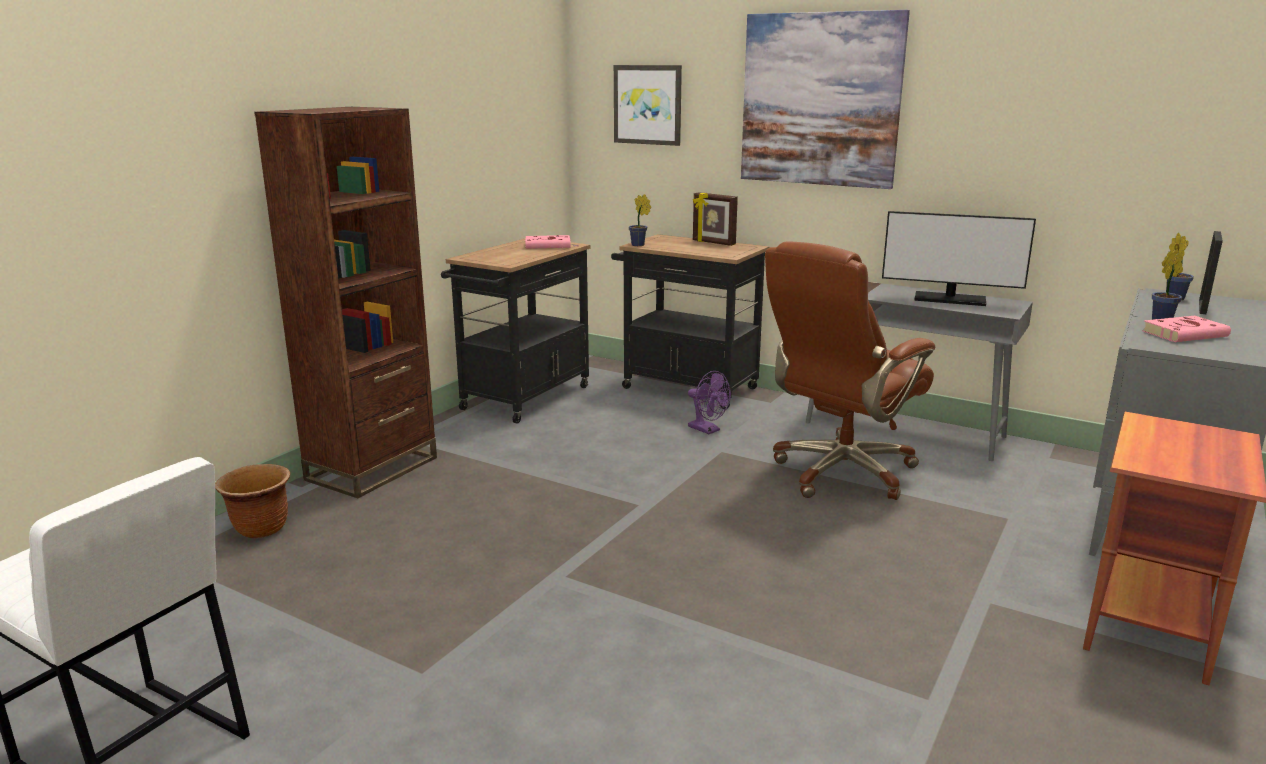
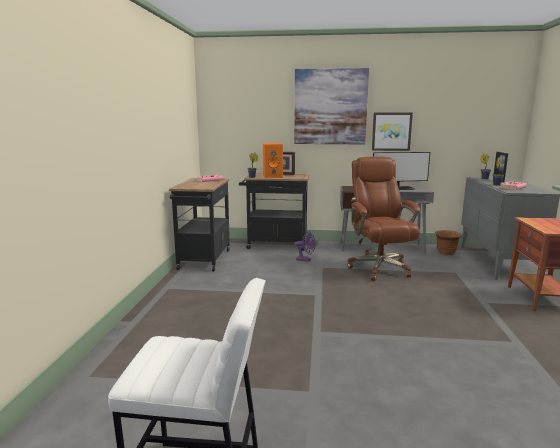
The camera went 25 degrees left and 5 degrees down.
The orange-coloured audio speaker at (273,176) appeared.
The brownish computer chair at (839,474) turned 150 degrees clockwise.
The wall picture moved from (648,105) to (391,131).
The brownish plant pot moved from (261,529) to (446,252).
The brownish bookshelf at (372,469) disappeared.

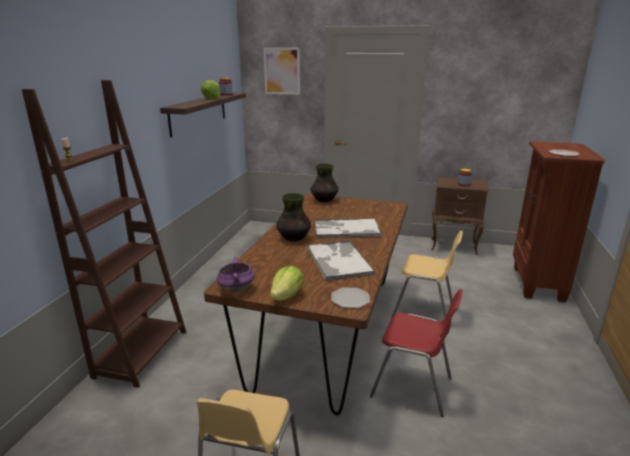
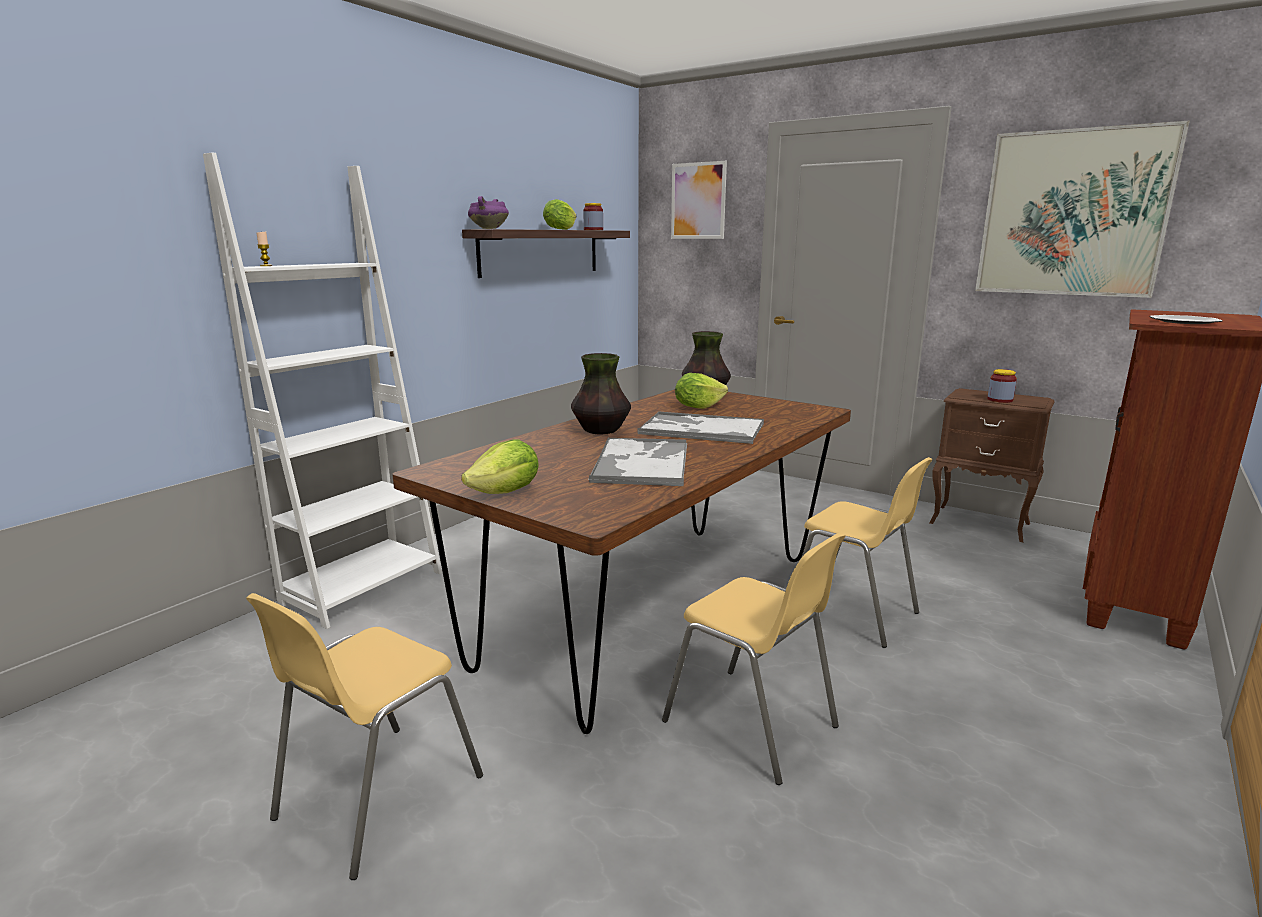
The camera went 20 degrees right and 5 degrees down.
The brownish bookshelf at (141,353) became the white-coloured bookshelf at (362,588).
The purplish cooking pot moved from (236,289) to (489,229).
The red-coloured upright chair at (412,387) became the yellow upright chair at (751,724).
The lettuce at (698,407) appeared.
The wall picture at (1073,213) appeared.
The plate at (350,299) disappeared.

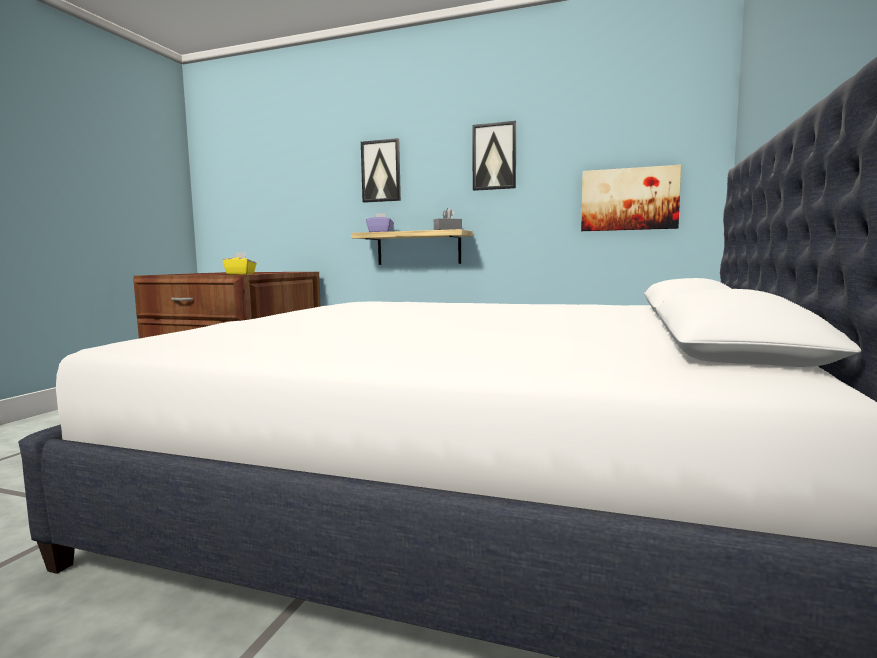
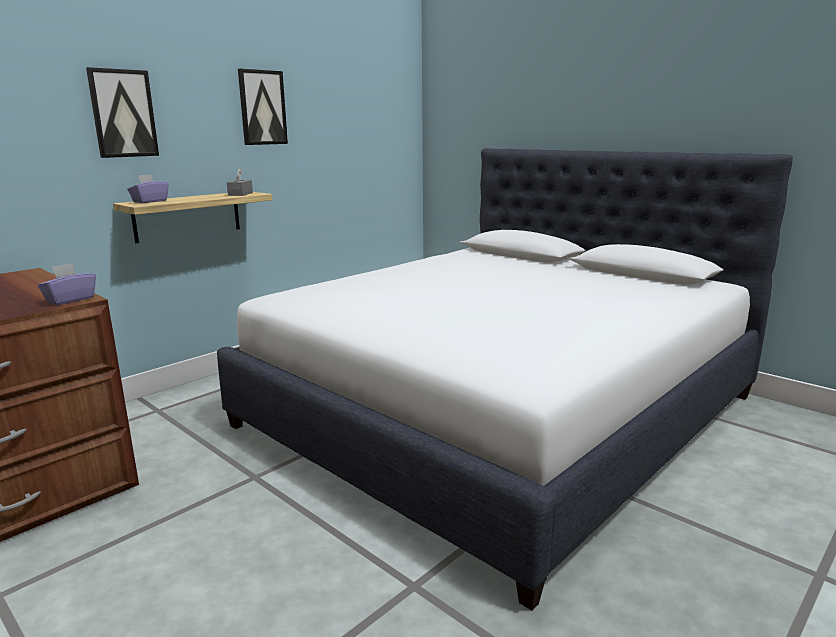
The camera went 65 degrees left and 10 degrees up.
The yellow box of tissues at (240,274) became the purplish box of tissues at (70,300).
The wall picture at (629,199) disappeared.

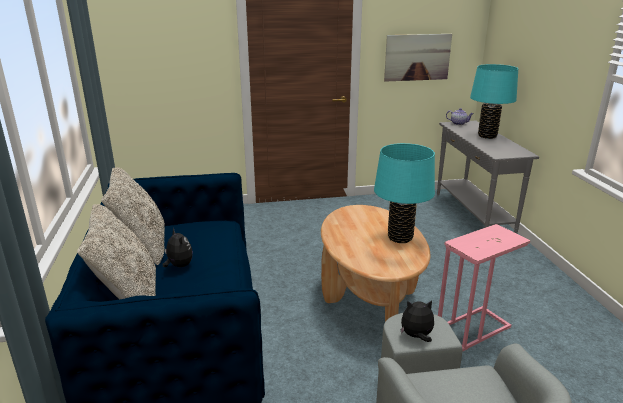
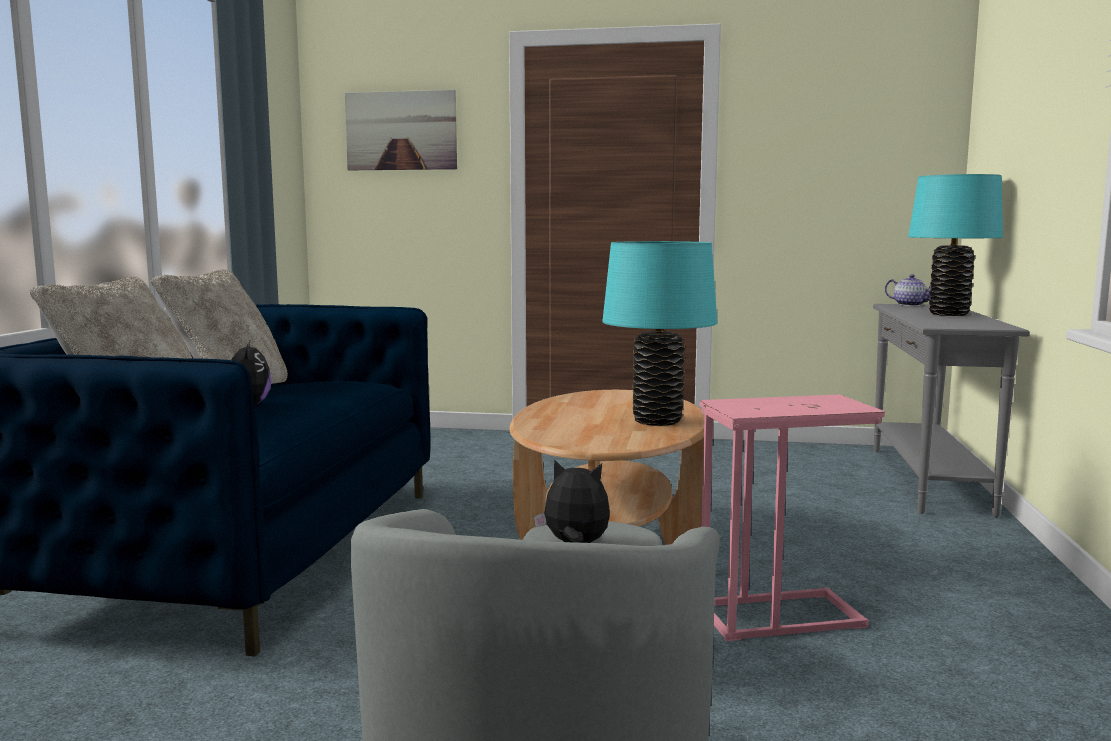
The camera went 20 degrees right and 15 degrees down.
The wall picture moved from (417,57) to (401,131).

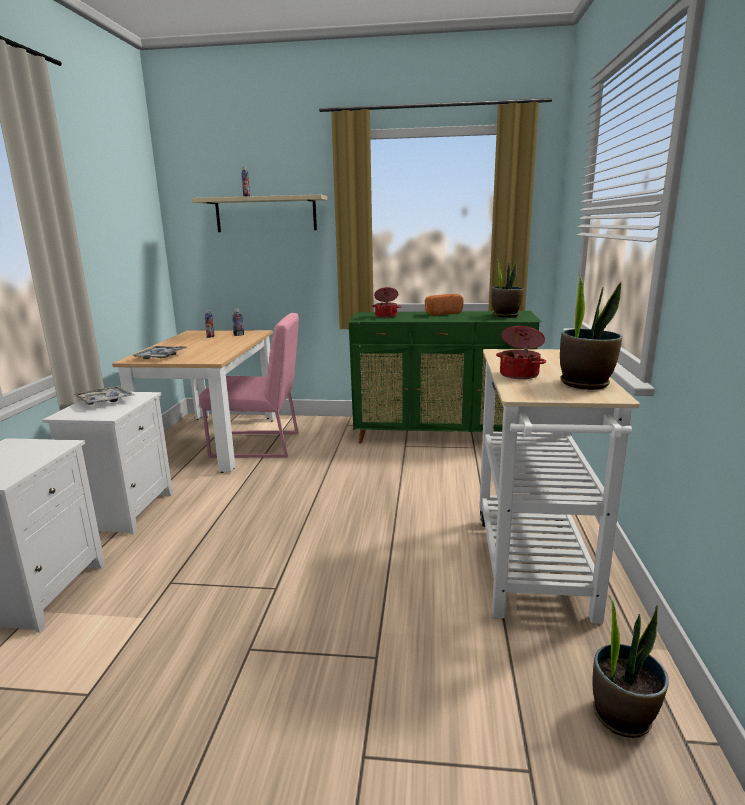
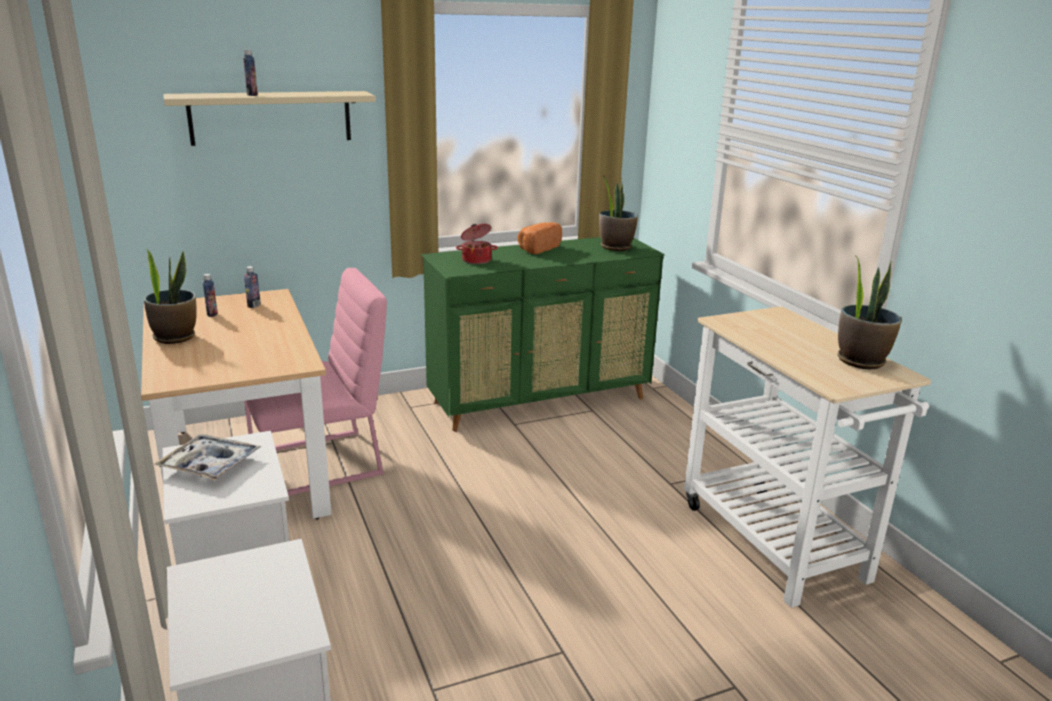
The camera went 30 degrees left and 5 degrees up.
The plant in a pot moved from (622,715) to (175,337).
The tray at (160,357) disappeared.
The cooking pot at (520,374) disappeared.

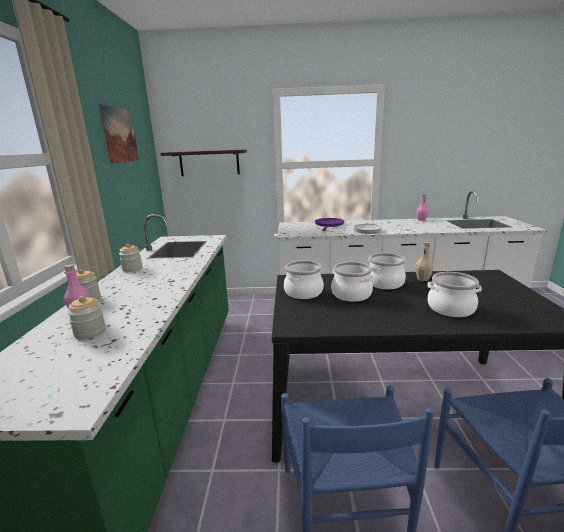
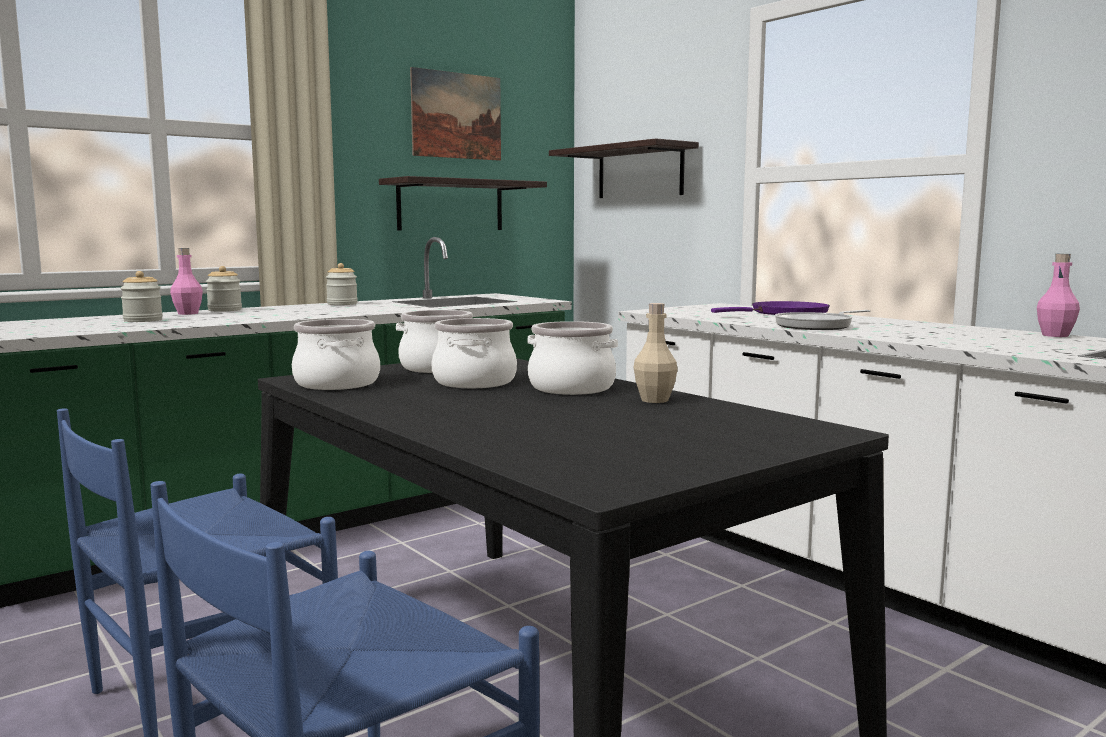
The camera went 50 degrees right and 10 degrees down.
The cooking pot moved from (450,309) to (336,383).
The shelf at (450,205) appeared.

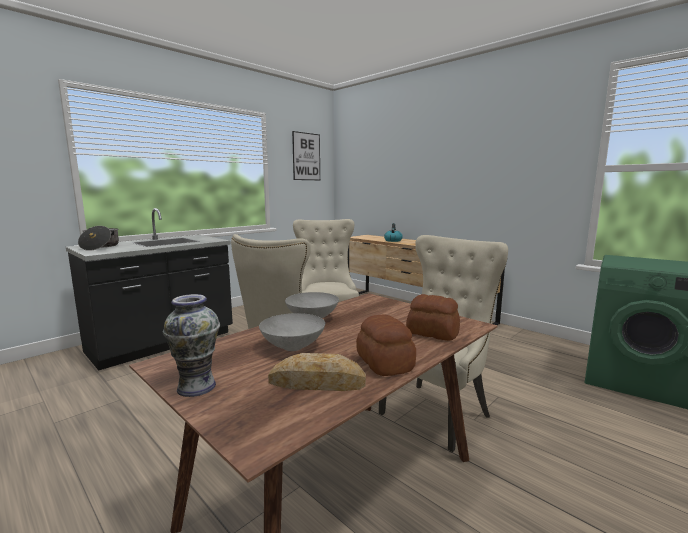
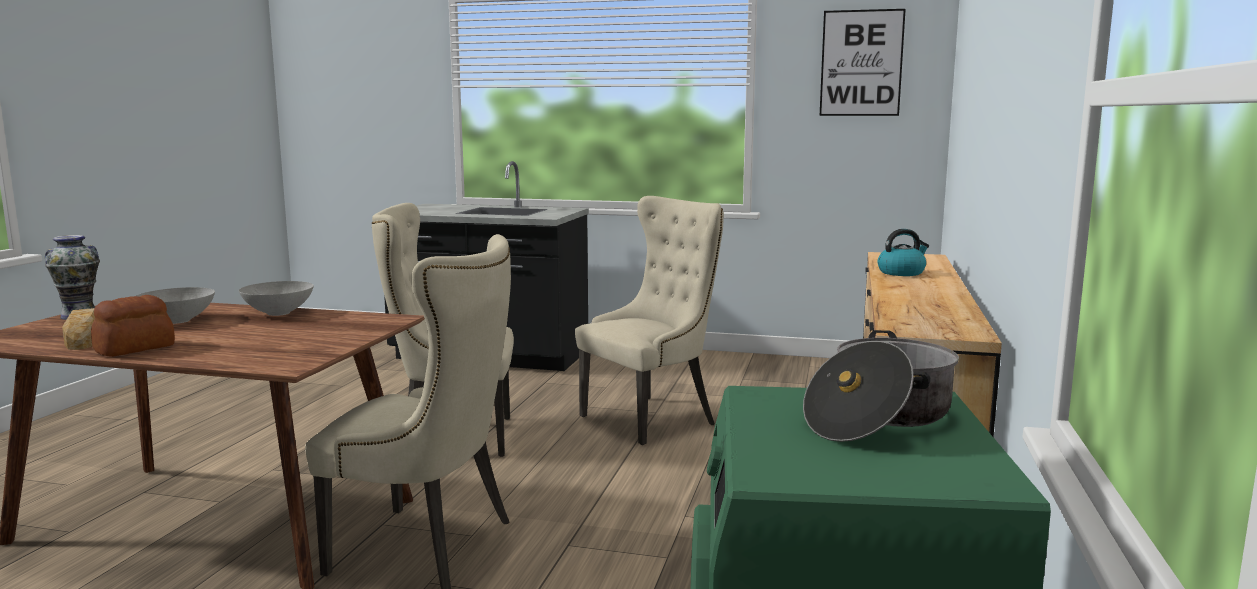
The camera went 60 degrees right and 0 degrees up.
The cooking pot moved from (100,247) to (879,417).
The baked bread at (432,332) disappeared.

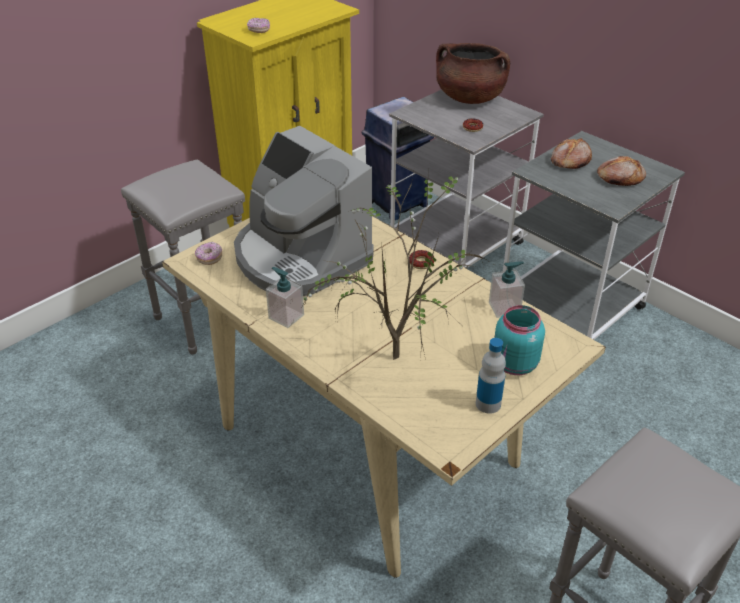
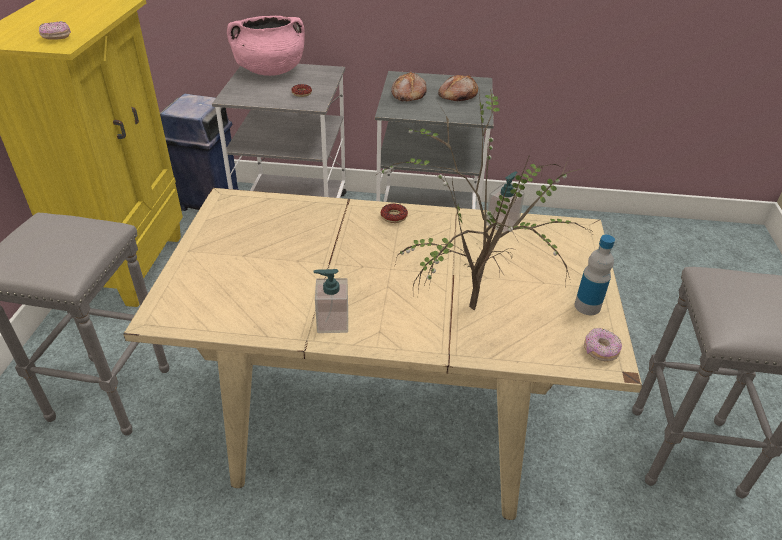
The camera went 40 degrees left and 0 degrees up.
The brownish cooking pot at (469,98) became the pink-coloured cooking pot at (270,71).
The donut moved from (209,258) to (600,351).
The coffee maker at (299,257) disappeared.
The blue-green preserve jar at (514,365) disappeared.

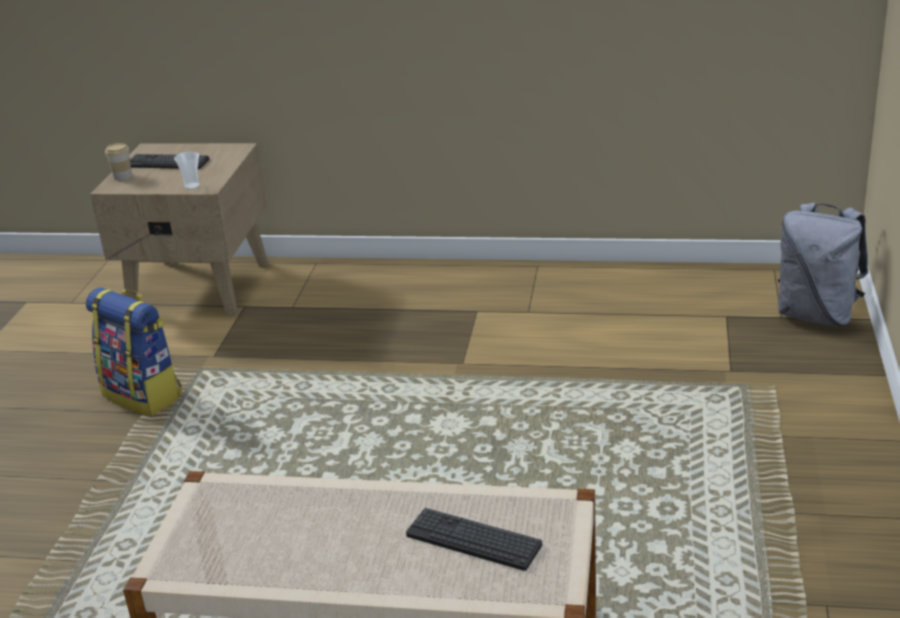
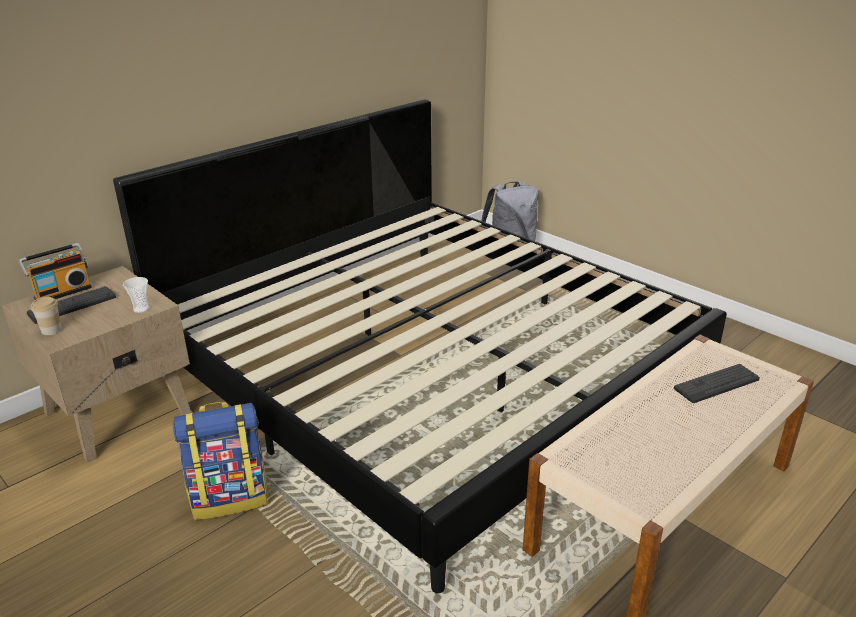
The camera went 55 degrees left and 0 degrees up.
The radio set at (62,292) appeared.
The bed at (428,369) appeared.

